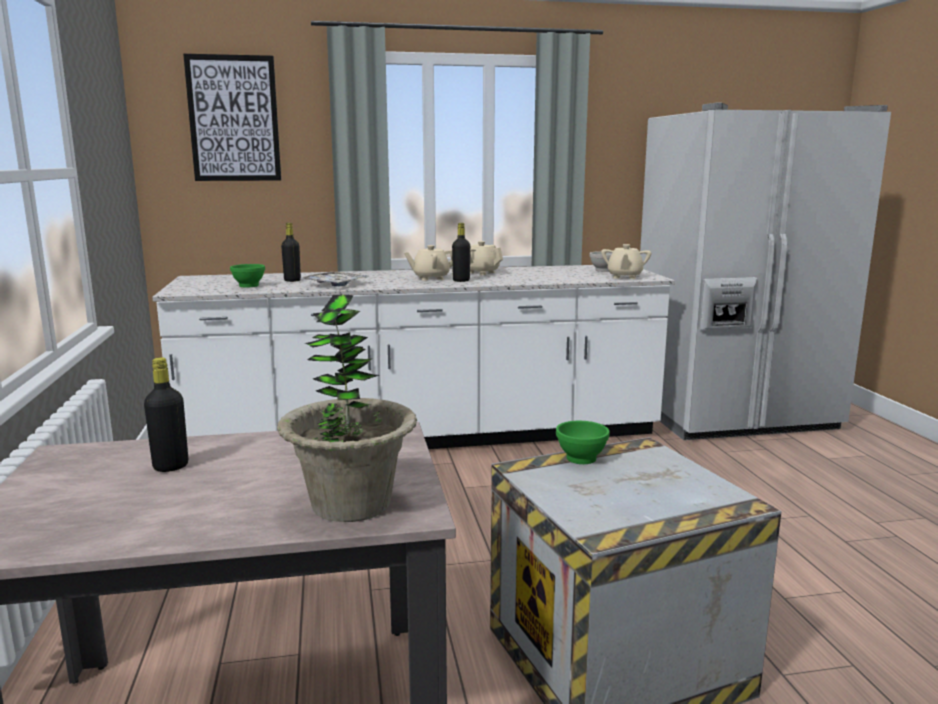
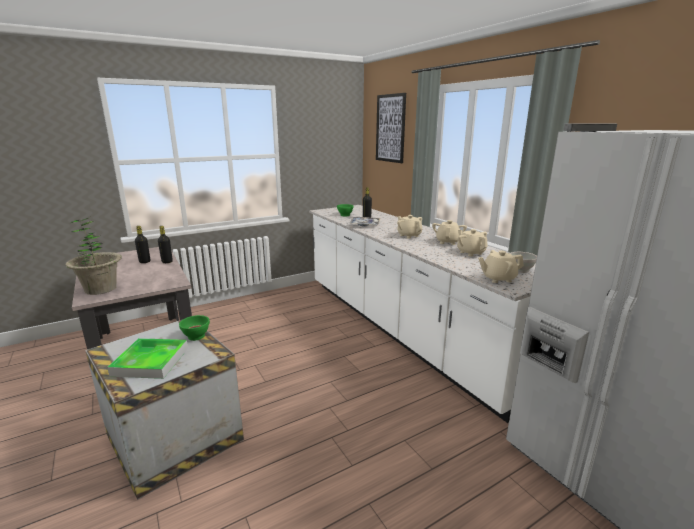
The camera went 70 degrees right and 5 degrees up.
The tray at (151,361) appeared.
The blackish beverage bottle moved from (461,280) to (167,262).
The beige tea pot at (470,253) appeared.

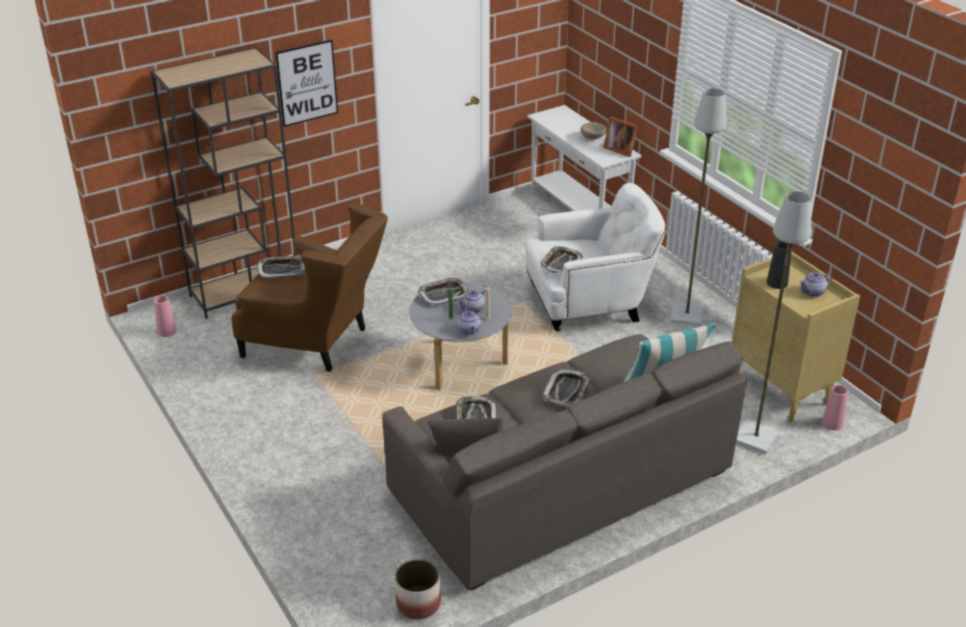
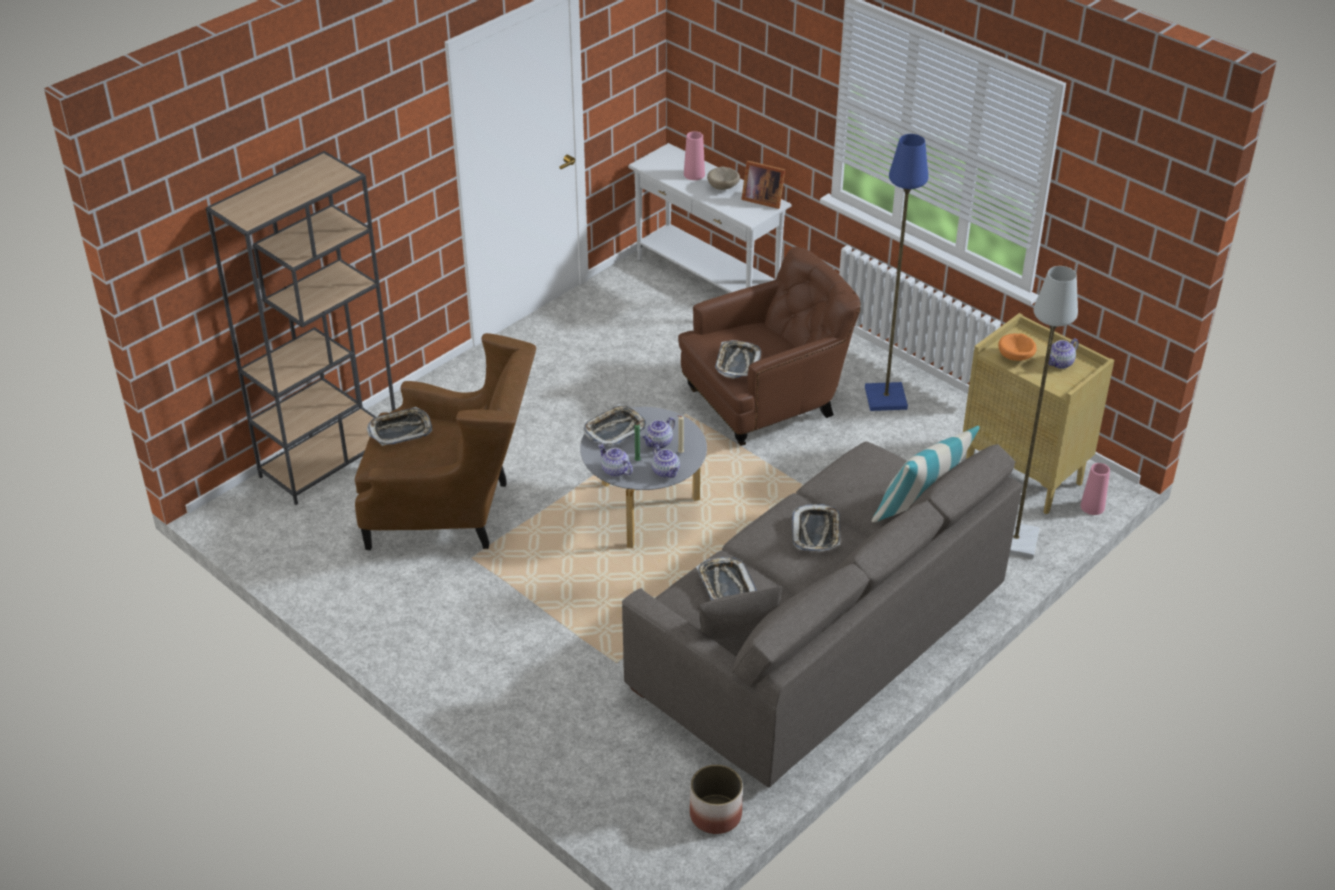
The camera went 15 degrees left and 5 degrees up.
The tea pot at (614,470) appeared.
The white-coloured easy chair at (590,303) became the brownish easy chair at (767,401).
The pink-coloured flower vase moved from (167,331) to (694,174).
The greyish standing lamp at (686,315) became the blue standing lamp at (884,398).
The blackish flower vase at (777,283) was replaced by the orange-coloured serving bowl at (1016,357).
The wall picture at (307,83) disappeared.

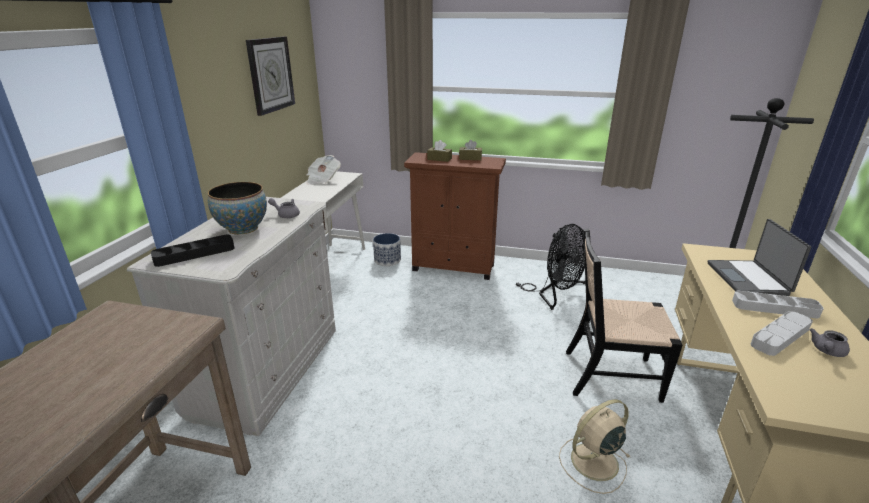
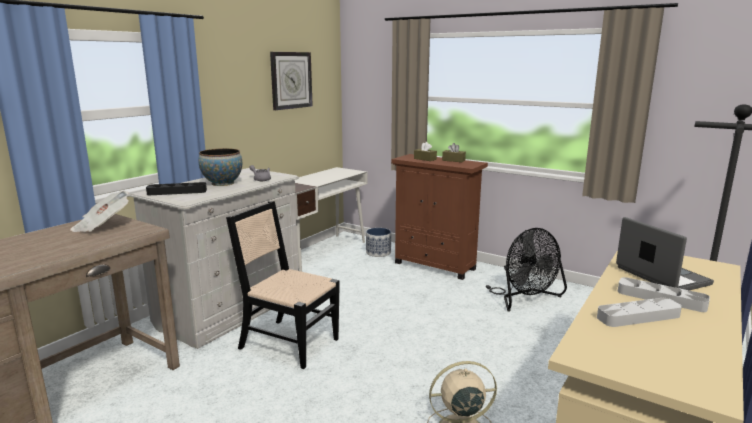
The camera went 20 degrees right and 10 degrees down.
The printed paper moved from (322,180) to (102,226).
The upright chair moved from (611,376) to (289,343).
The laptop at (748,279) turned 135 degrees clockwise.
The greyish tea pot at (826,351) disappeared.

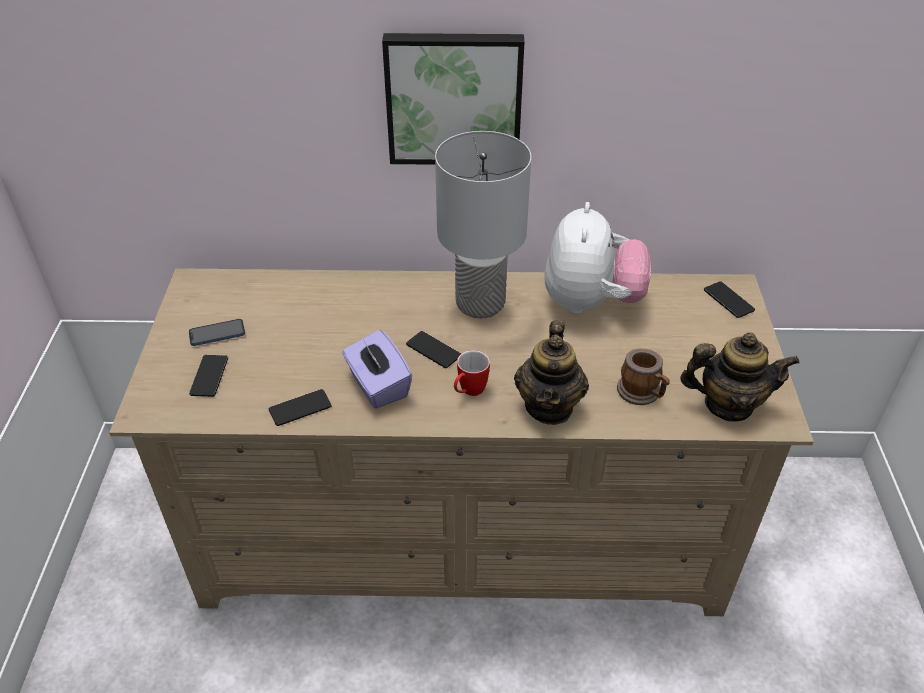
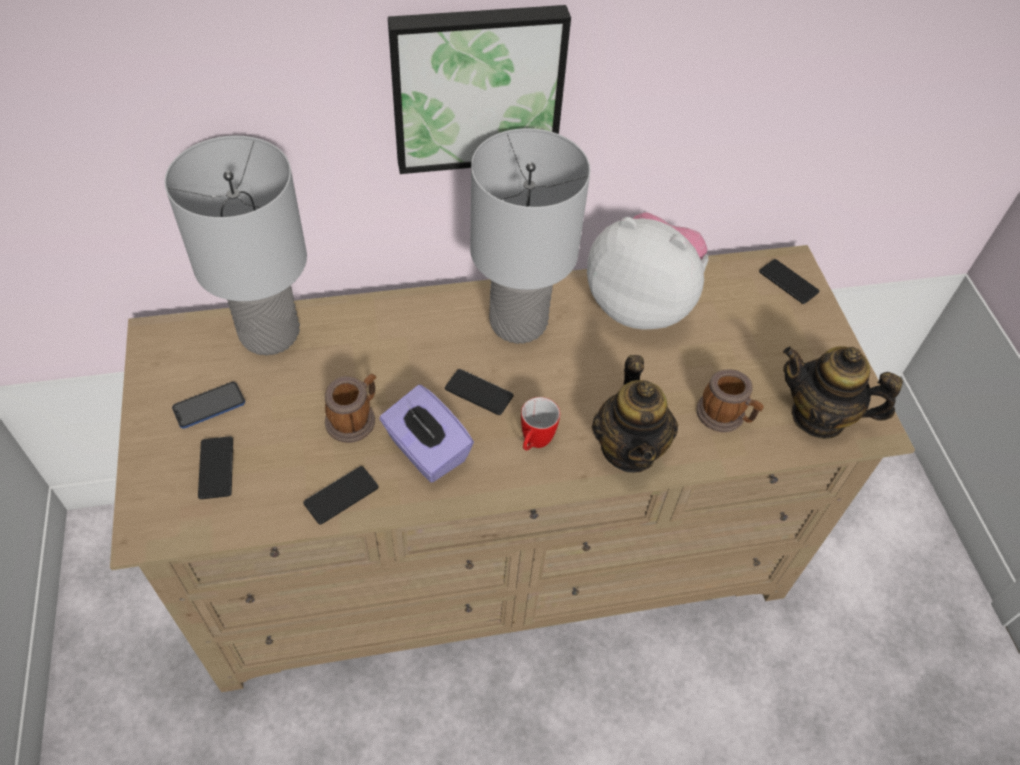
The camera went 15 degrees left and 10 degrees up.
The greyish lamp for a table at (270,338) appeared.
The mug at (354,418) appeared.
The cuddly toy at (591,302) turned 60 degrees counterclockwise.
The tea pot at (728,404) turned 150 degrees counterclockwise.

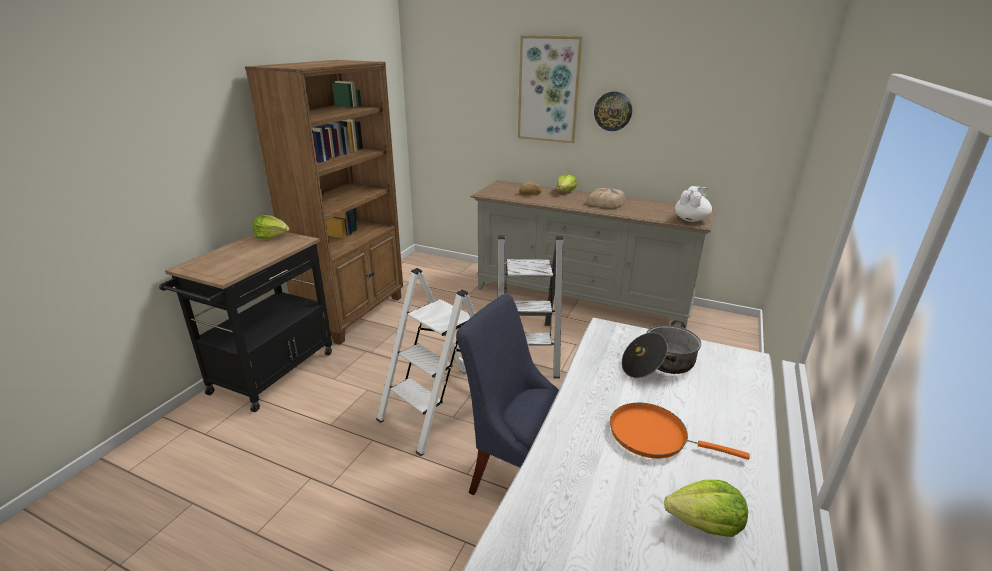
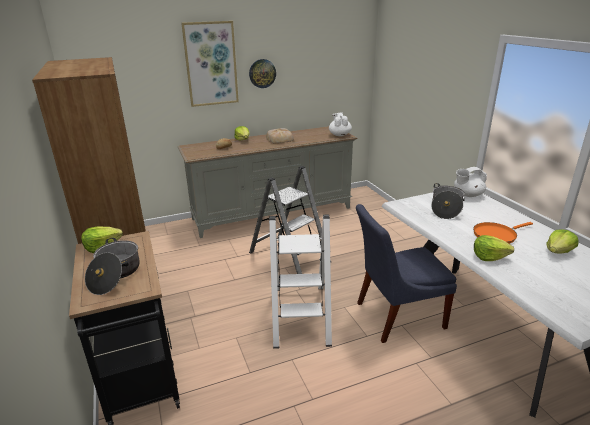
The camera went 45 degrees left and 0 degrees up.
The cooking pot at (115,275) appeared.
The white-coloured tea pot at (467,195) appeared.
The lettuce at (489,256) appeared.

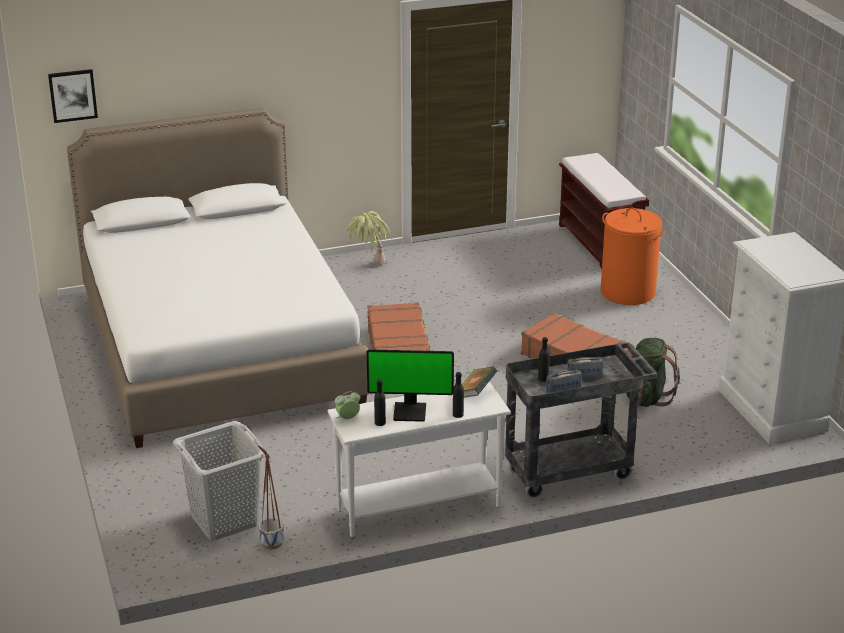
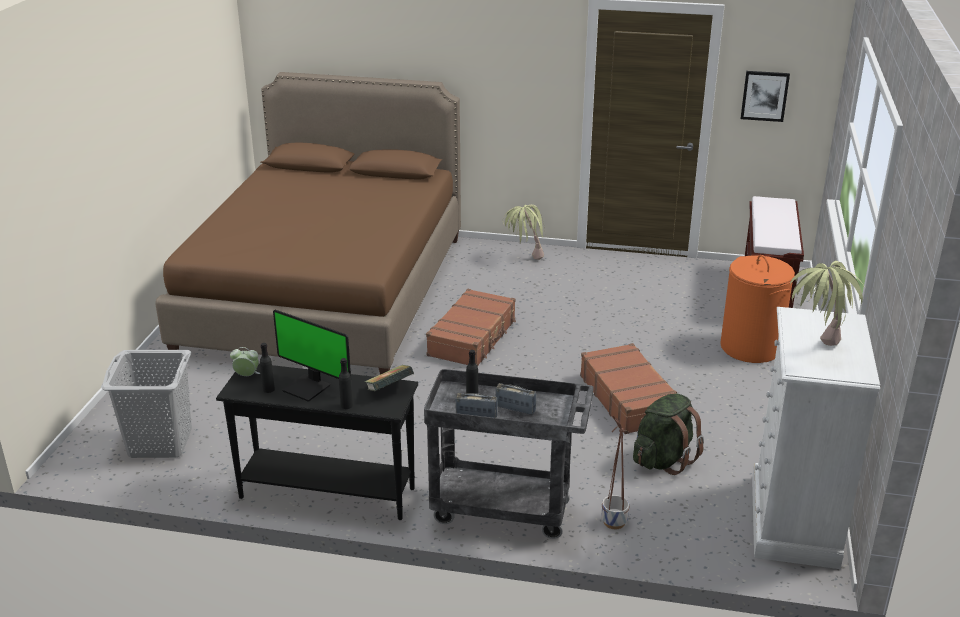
The camera went 30 degrees right and 0 degrees up.
The white-coloured bed at (218,347) became the brownish bed at (327,292).
The white-coloured console table at (418,509) became the blackish console table at (325,494).
The plant pot moved from (272,543) to (614,522).
The wall picture moved from (72,95) to (764,95).
The plant in a pot at (816,351) appeared.

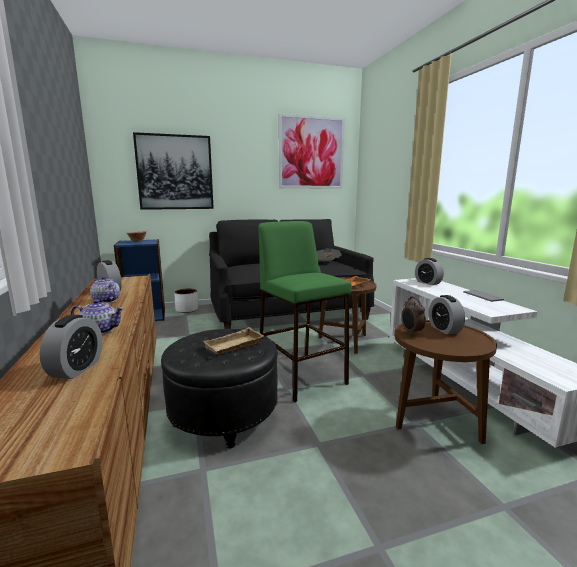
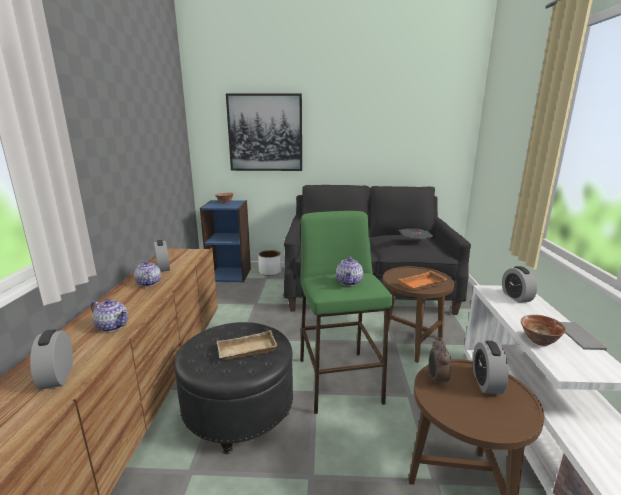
The camera went 20 degrees right and 5 degrees up.
The alarm clock at (76,369) turned 135 degrees clockwise.
The tea pot at (349,282) appeared.
The serving bowl at (539,341) appeared.
The wall picture at (311,153) disappeared.

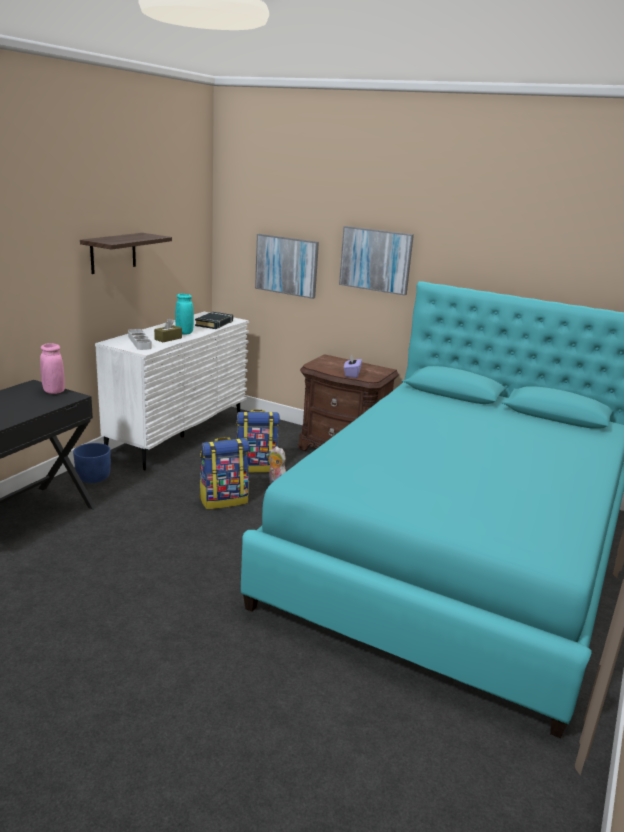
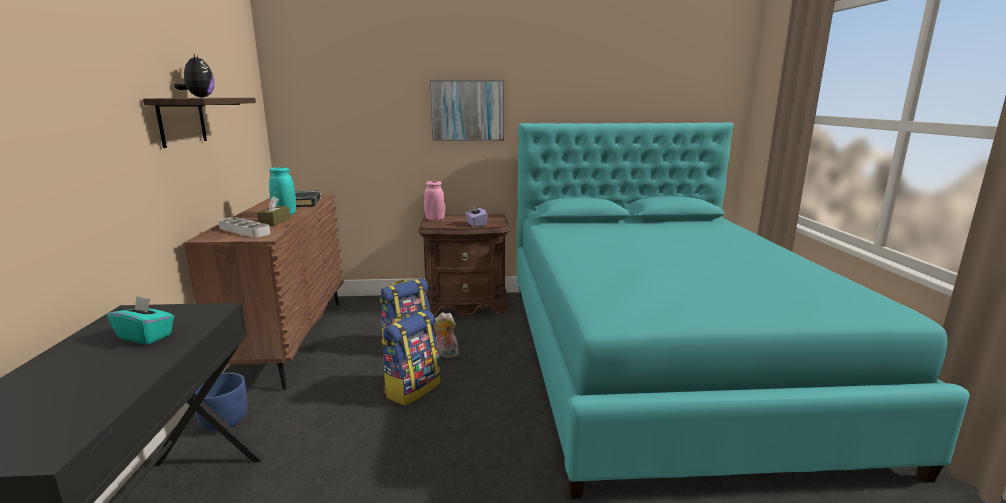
The camera went 30 degrees left and 5 degrees down.
The blue-green box of tissues at (146,336) appeared.
The cuddly toy at (199,97) appeared.
The white-coloured chest of drawers at (179,436) became the brownish chest of drawers at (289,340).
The pink-coloured flower vase moved from (54,391) to (435,220).
The wall picture at (287,265) disappeared.

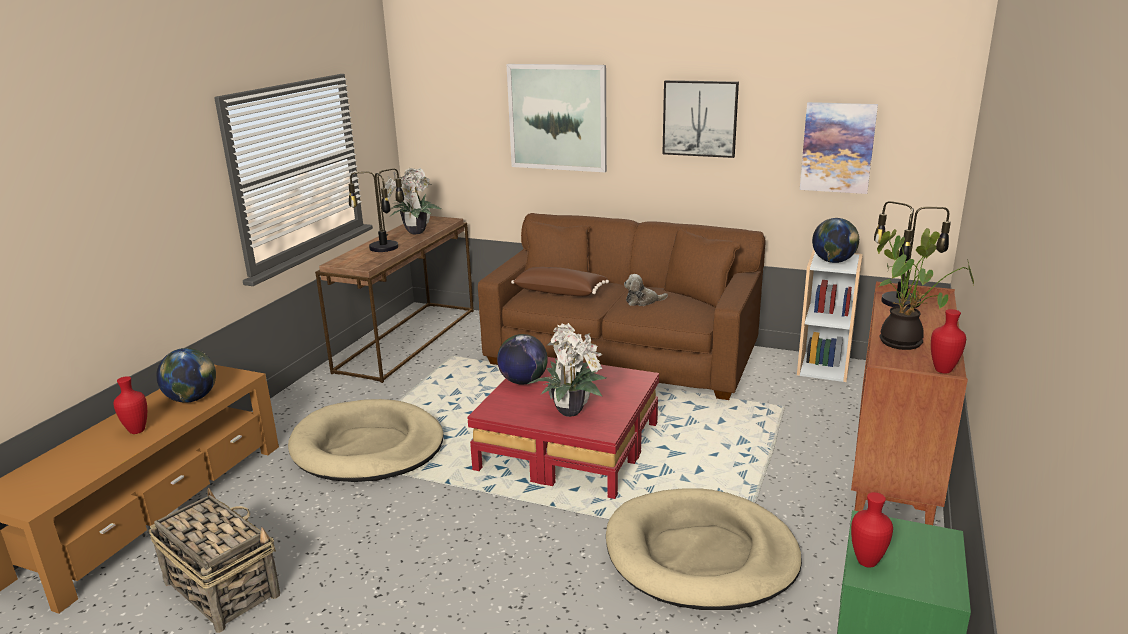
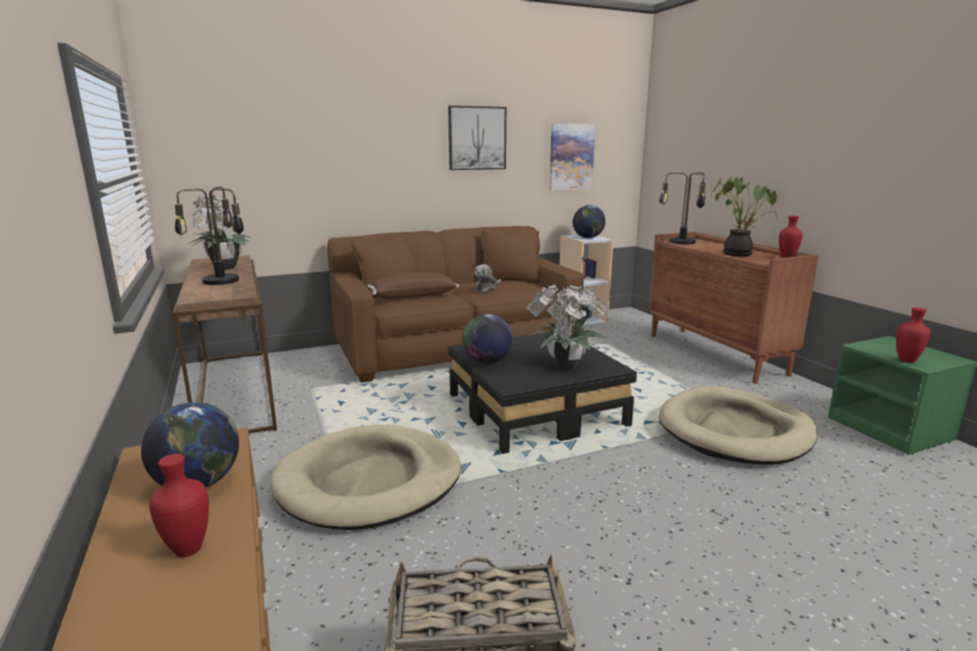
The camera went 45 degrees left and 5 degrees down.
The red-coloured low table at (570,446) became the blackish low table at (536,409).
The wall picture at (557,117) disappeared.

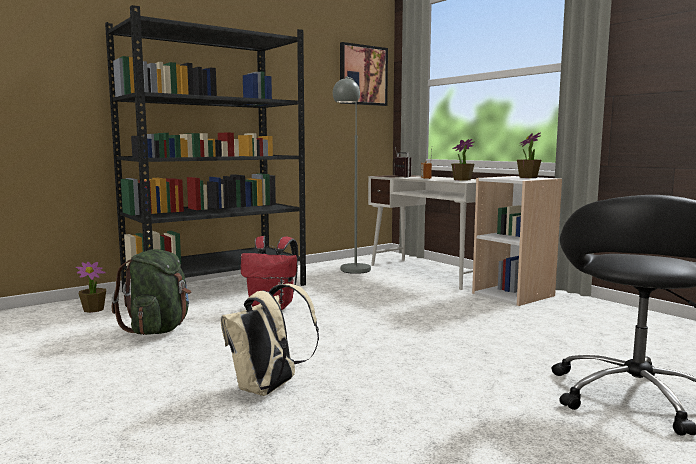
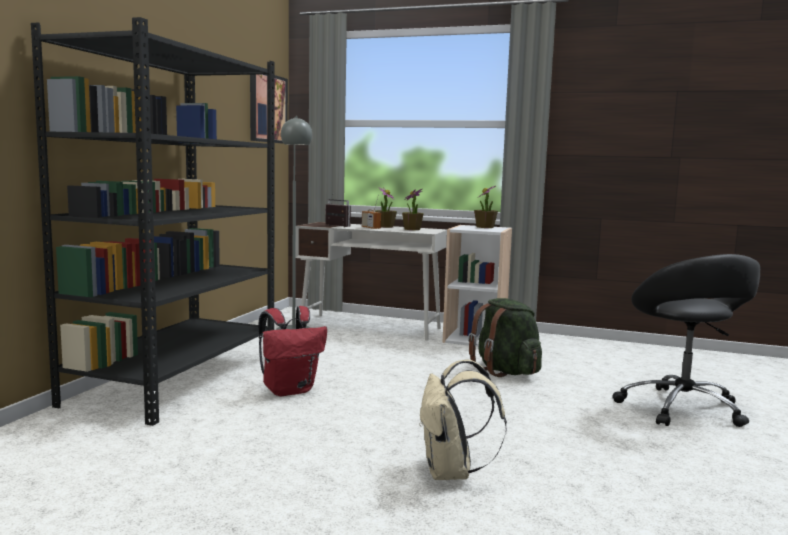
The camera went 35 degrees left and 0 degrees up.
The plant in a pot moved from (94,309) to (385,227).
The green knapsack moved from (158,329) to (505,371).

